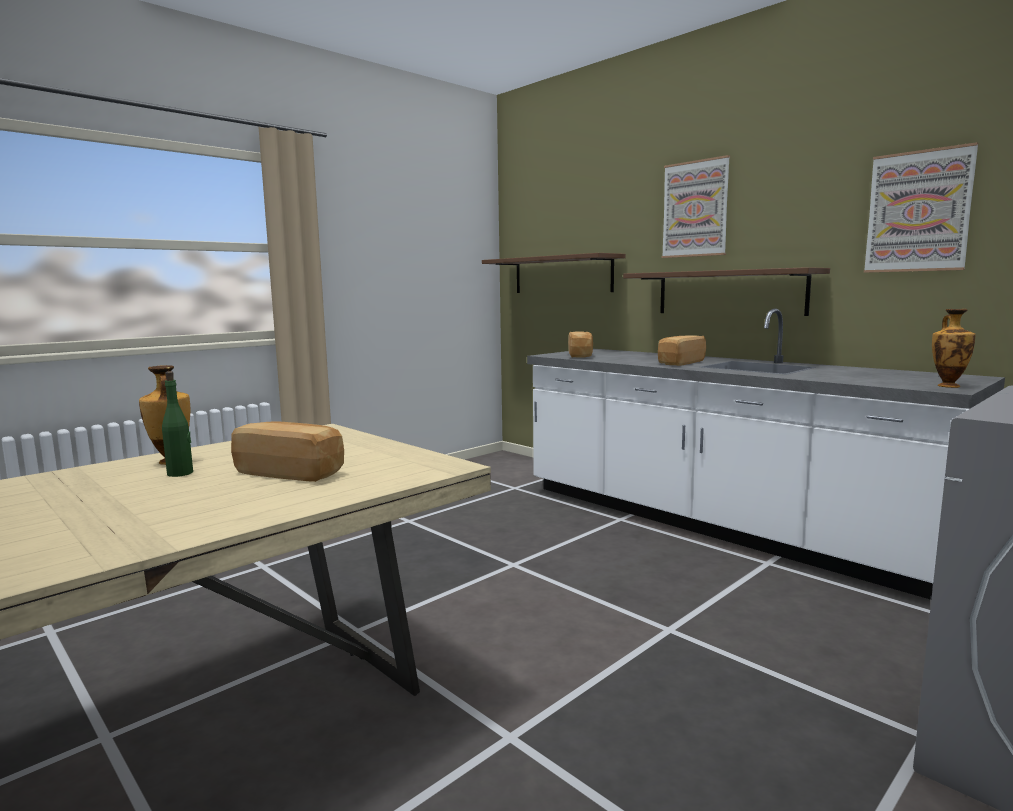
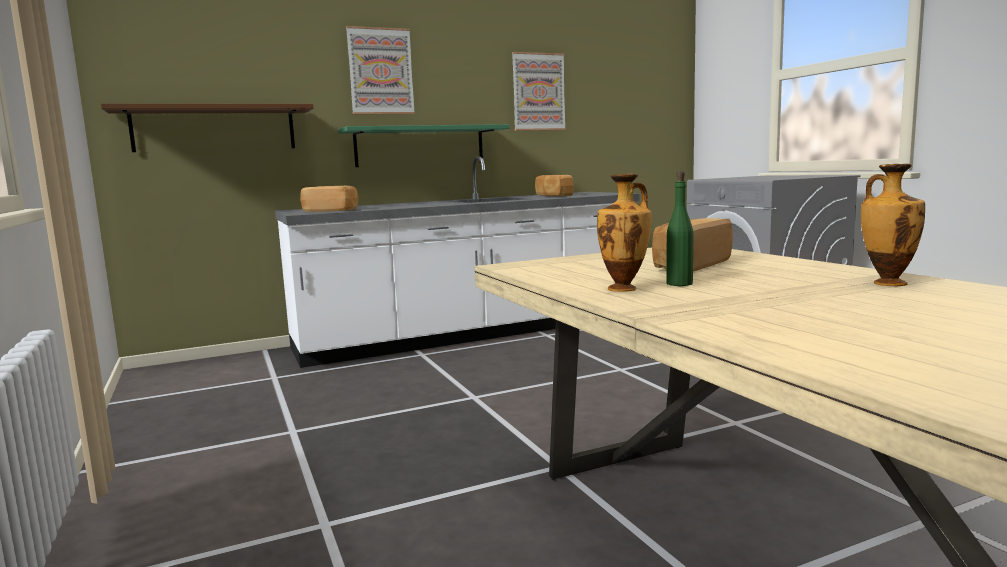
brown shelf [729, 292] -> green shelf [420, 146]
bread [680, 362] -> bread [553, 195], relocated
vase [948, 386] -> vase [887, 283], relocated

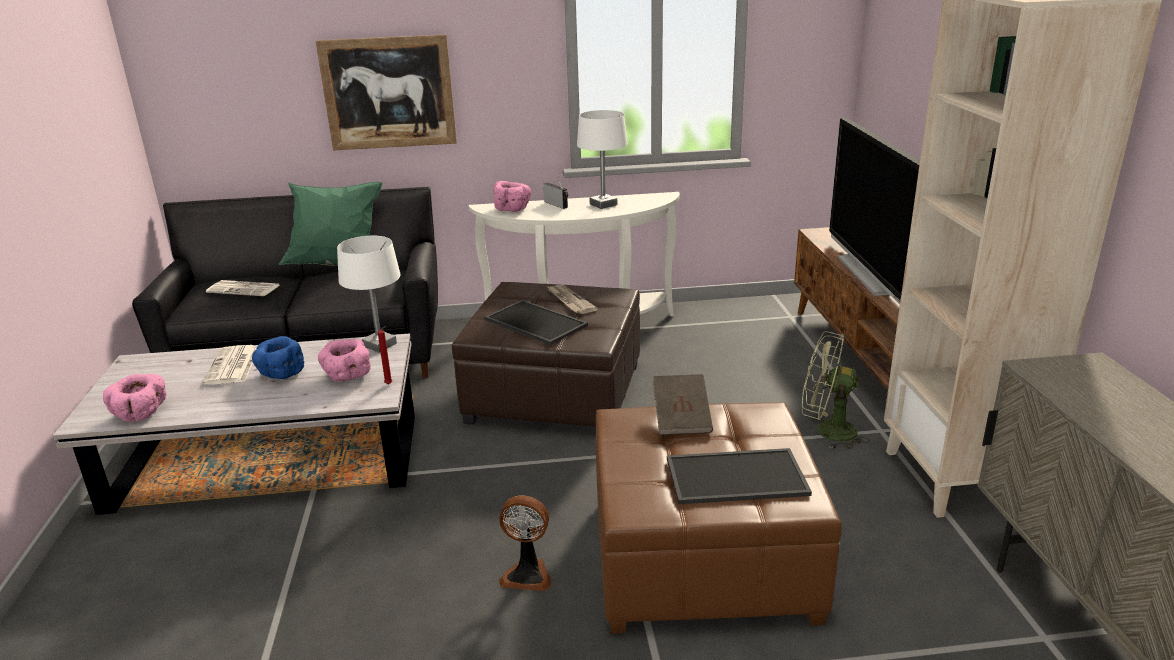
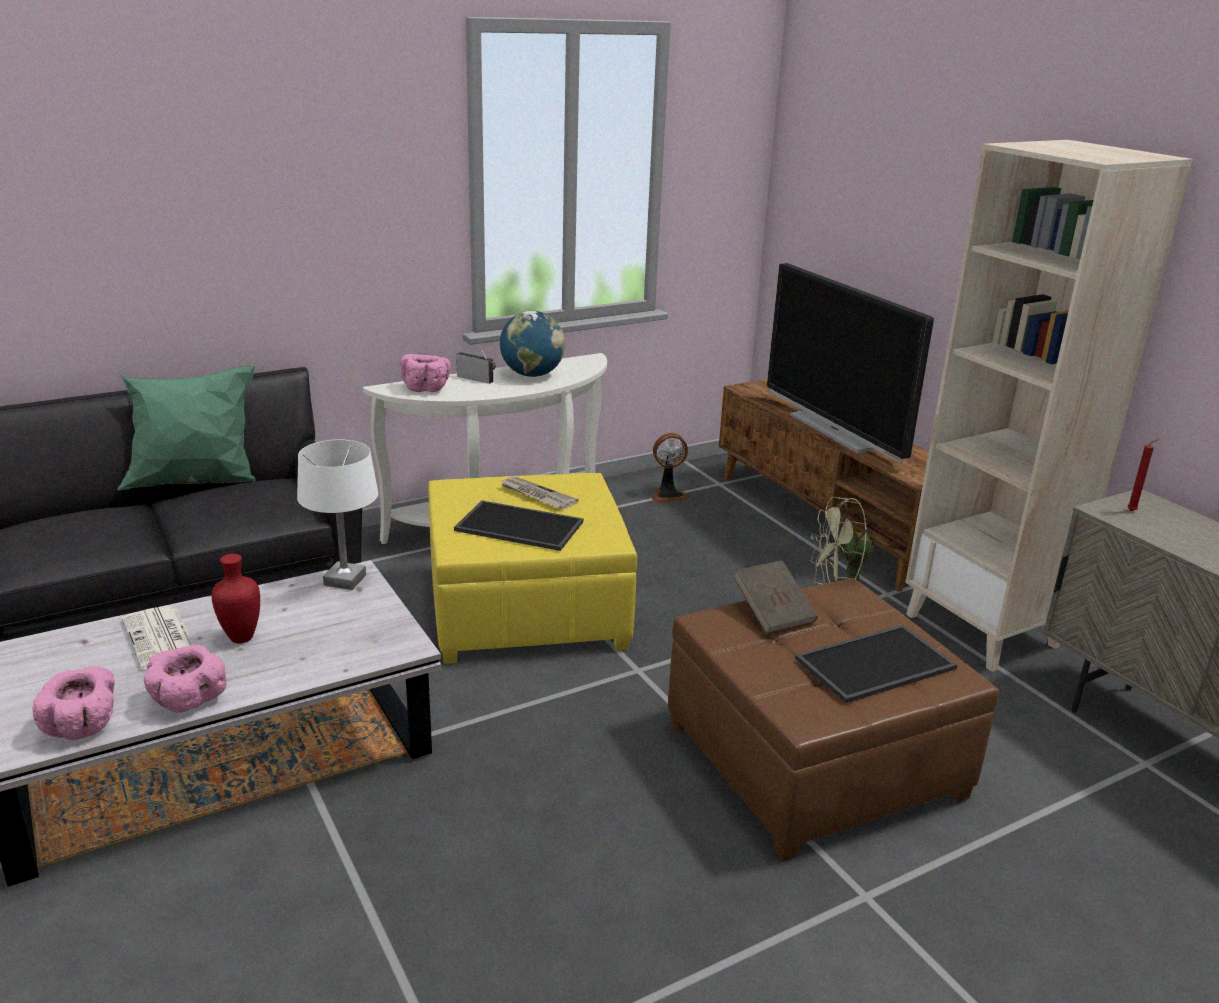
newspaper [245, 289] -> none
blue bowl [281, 374] -> red vase [243, 638]
picture [388, 93] -> none
pink bowl [347, 376] -> pink bowl [188, 701], relocated
red candle [389, 384] -> red candle [1133, 511], relocated
brown ottoman [556, 392] -> yellow ottoman [527, 607]
fan [527, 574] -> fan [668, 495], relocated
white table lamp [603, 204] -> globe [532, 375]

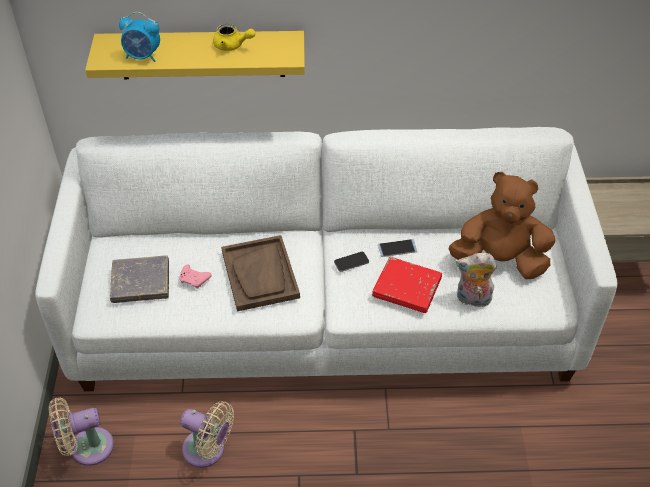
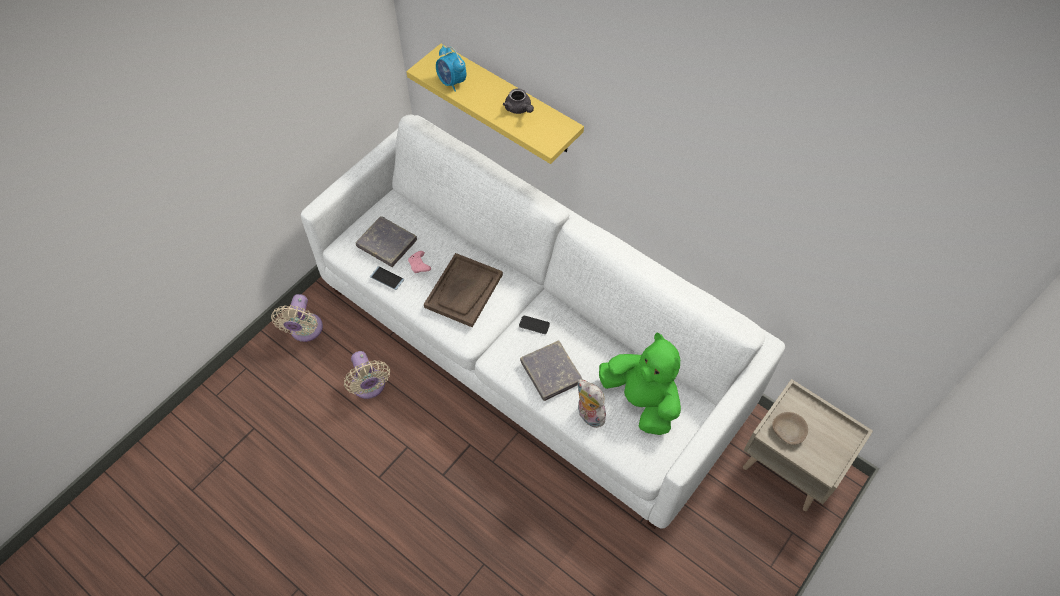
beige fan [87, 448] -> beige fan [305, 331], 105 degrees counterclockwise
yellow teapot [232, 46] -> grey teapot [519, 109]
red book [406, 288] -> grey book [551, 372]
phone [397, 248] -> phone [387, 278], relocated
brown plush toy [499, 260] -> green plush toy [641, 400]
none -> beige bowl [788, 431]

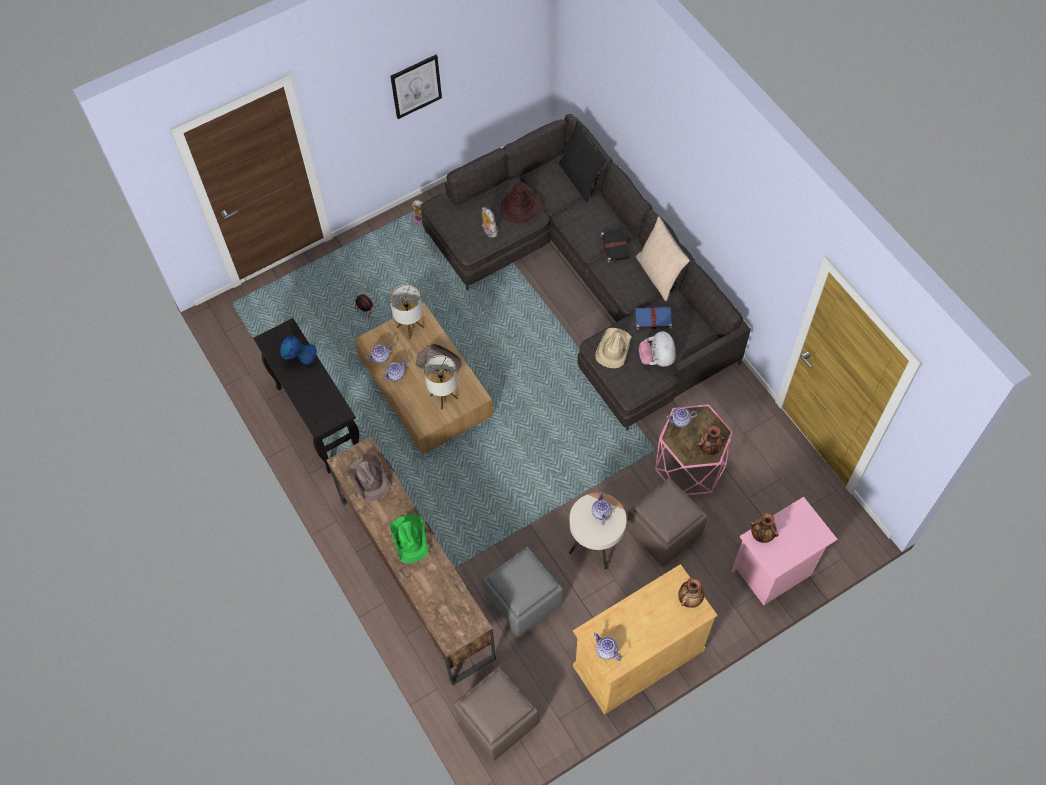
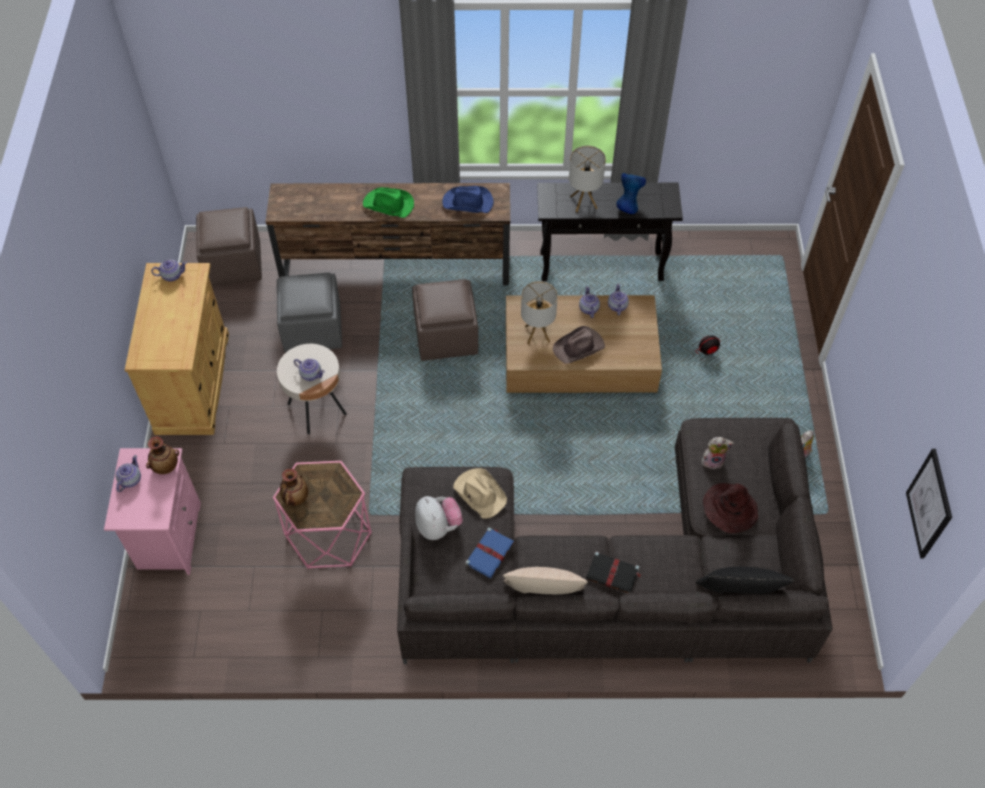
brown hat [369, 478] -> blue hat [468, 203]
table lamp [410, 327] -> table lamp [583, 202], relocated
picture [416, 86] -> picture [929, 504], relocated
brown ottoman [663, 531] -> brown ottoman [446, 335], relocated
plush toy [656, 359] -> plush toy [438, 526], 45 degrees clockwise
teapot [681, 421] -> teapot [130, 480], relocated
vase [689, 598] -> none

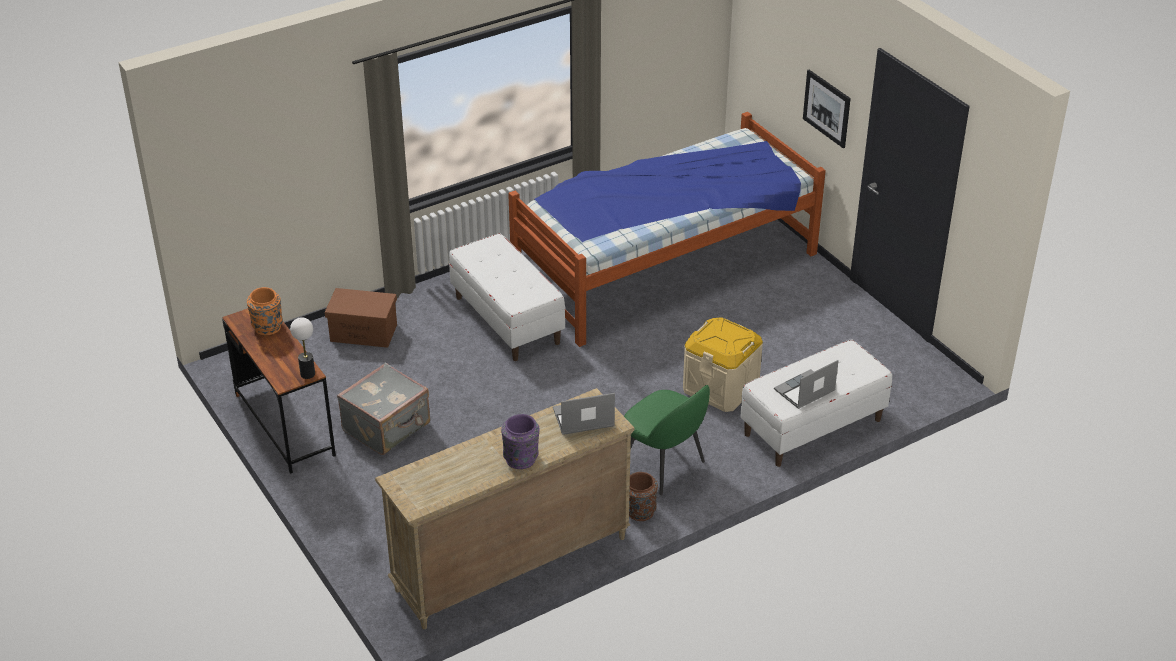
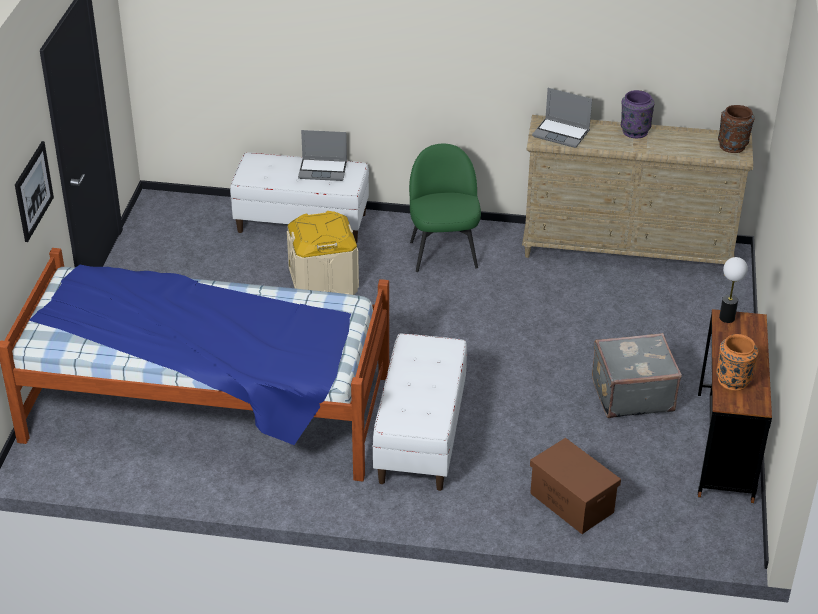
brown vase [639, 512] -> brown vase [733, 146], relocated

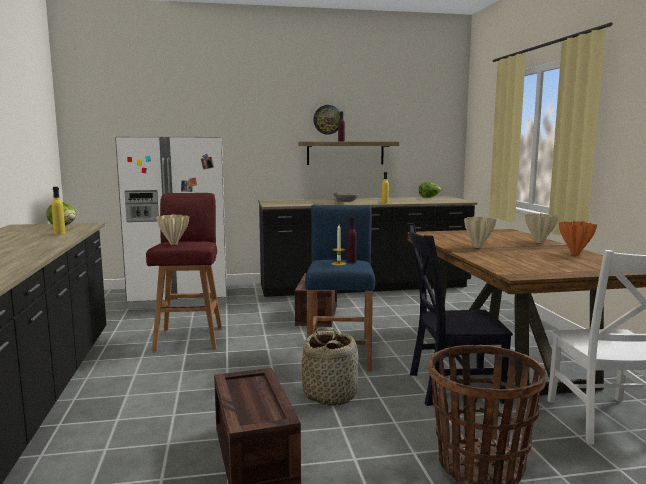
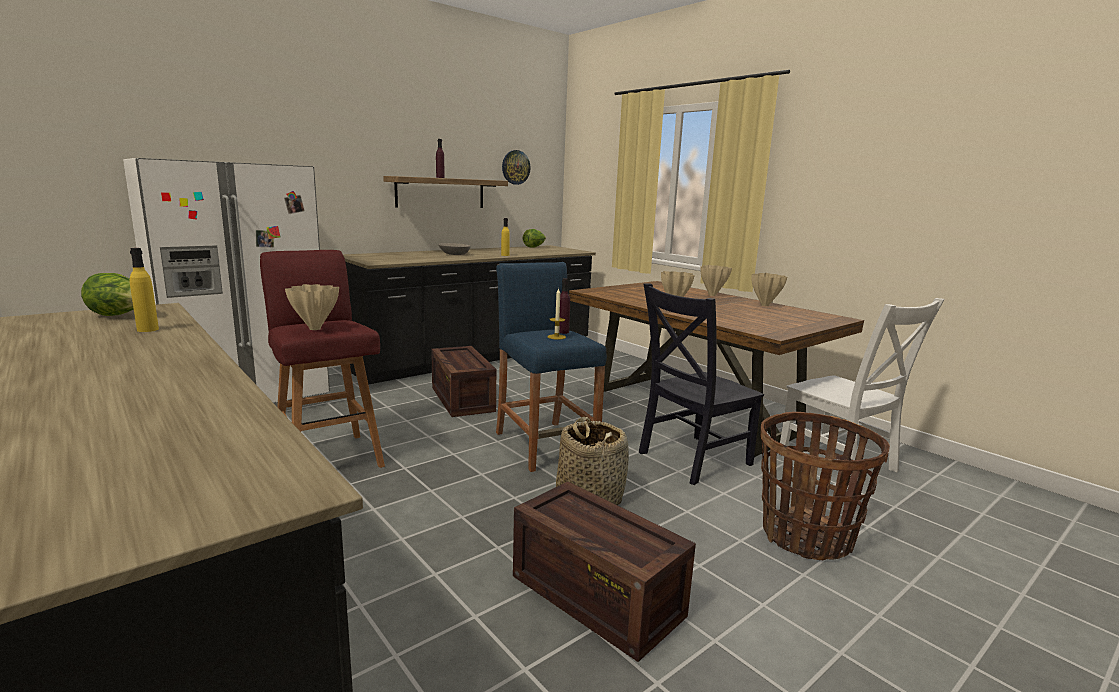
wall clock [327, 119] -> wall clock [515, 167], relocated
orange vase [575, 253] -> beige vase [764, 305]

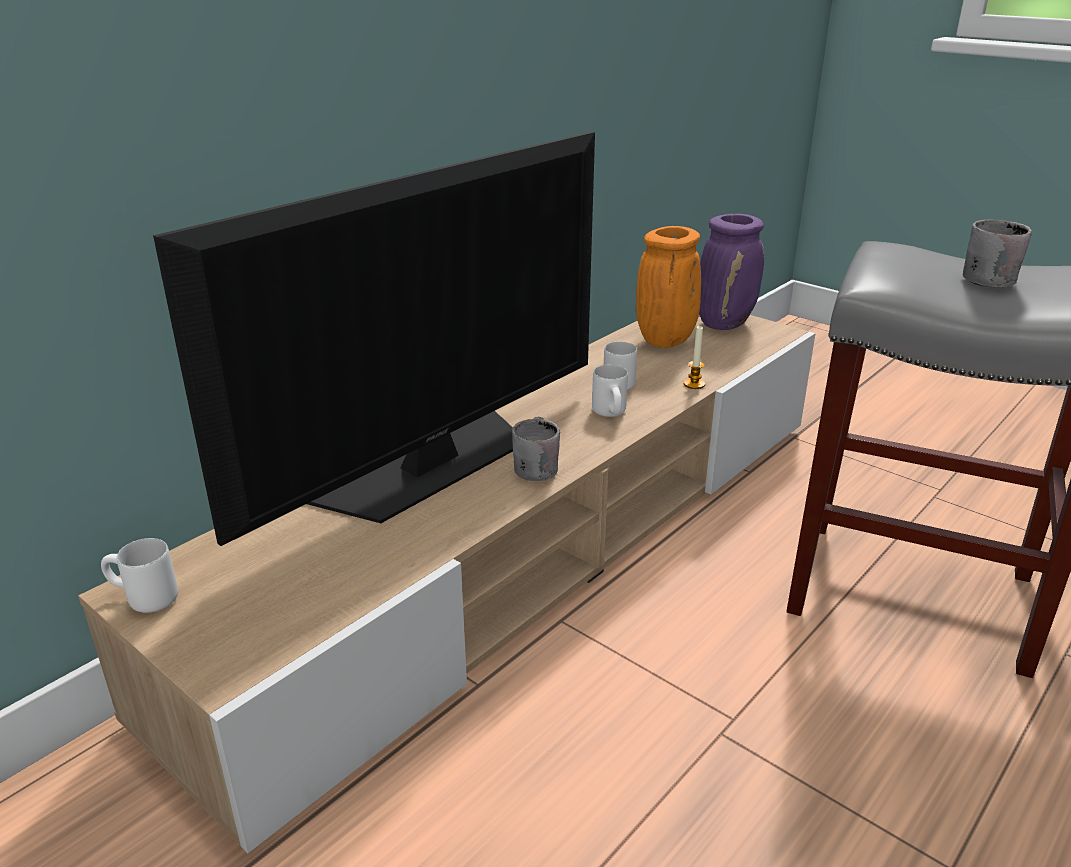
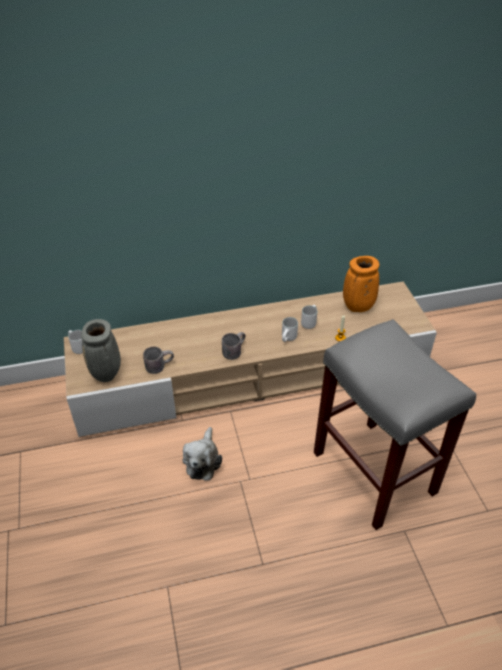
television [430, 465] -> none
purple vase [724, 323] -> none
grey mug [986, 276] -> grey mug [158, 365], relocated
none -> grey vase [107, 374]
none -> plush toy [202, 460]

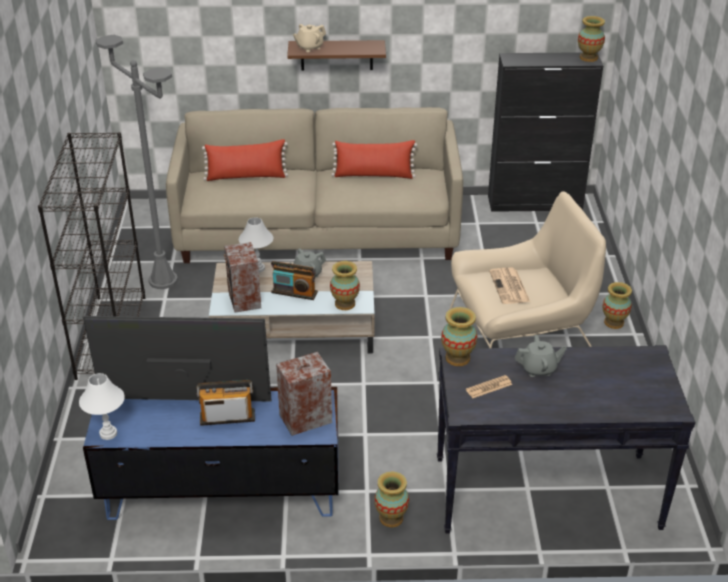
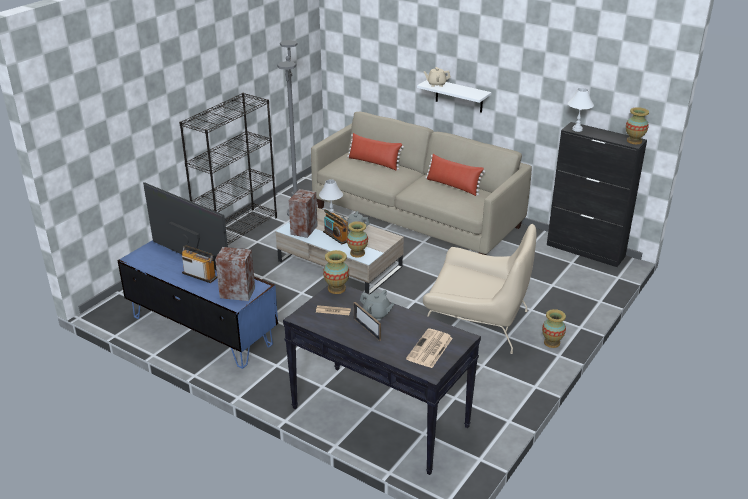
white table lamp [108, 434] -> white table lamp [577, 129], relocated
brown shelf [336, 55] -> white shelf [459, 95]
vase [391, 518] -> none
newspaper [510, 287] -> newspaper [429, 349], relocated
none -> picture frame [367, 329]

